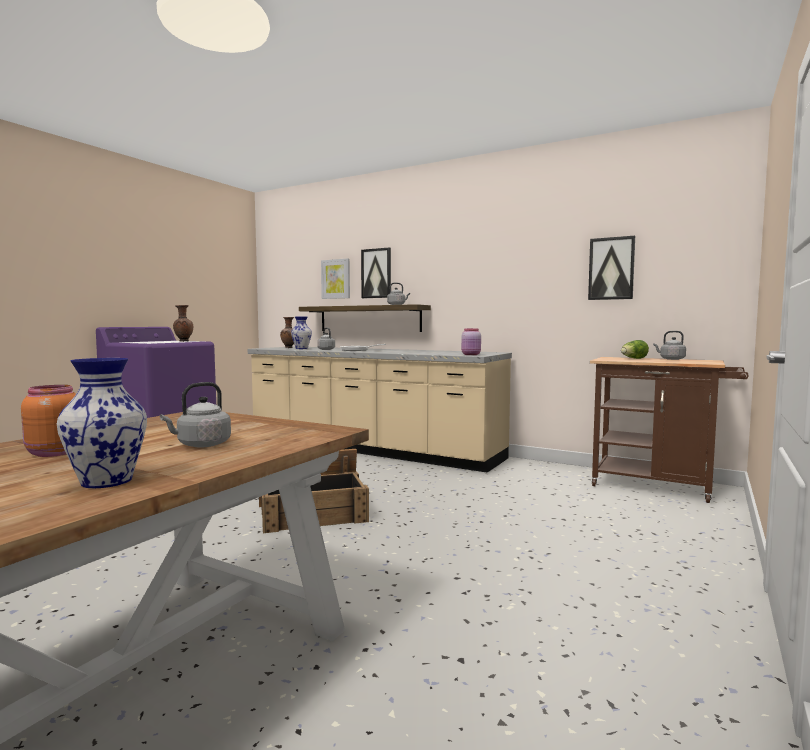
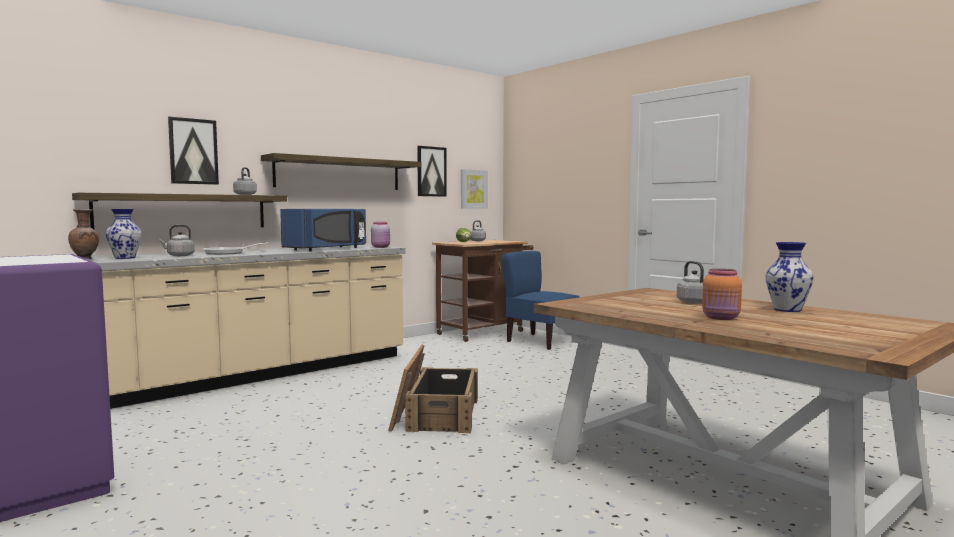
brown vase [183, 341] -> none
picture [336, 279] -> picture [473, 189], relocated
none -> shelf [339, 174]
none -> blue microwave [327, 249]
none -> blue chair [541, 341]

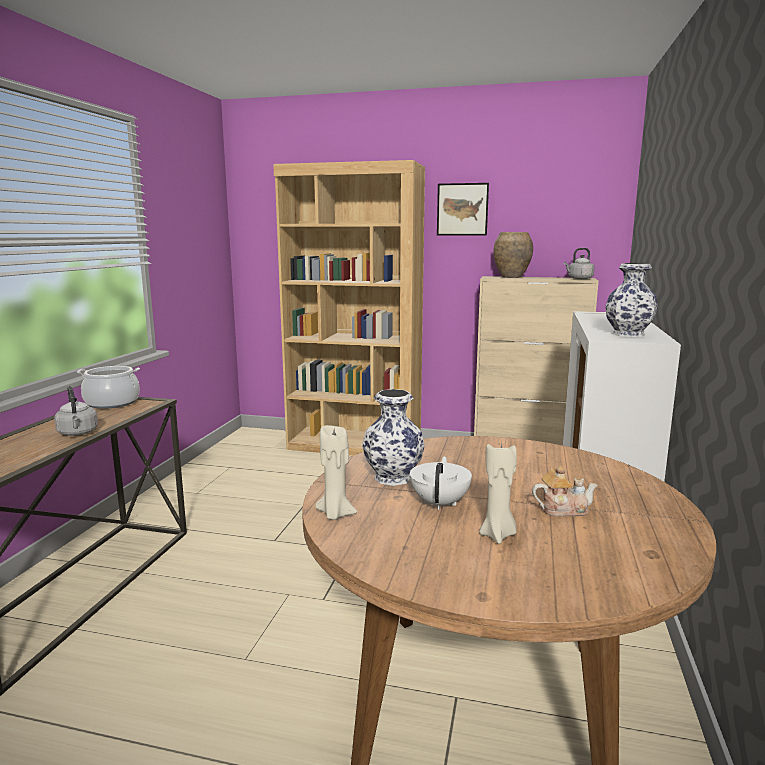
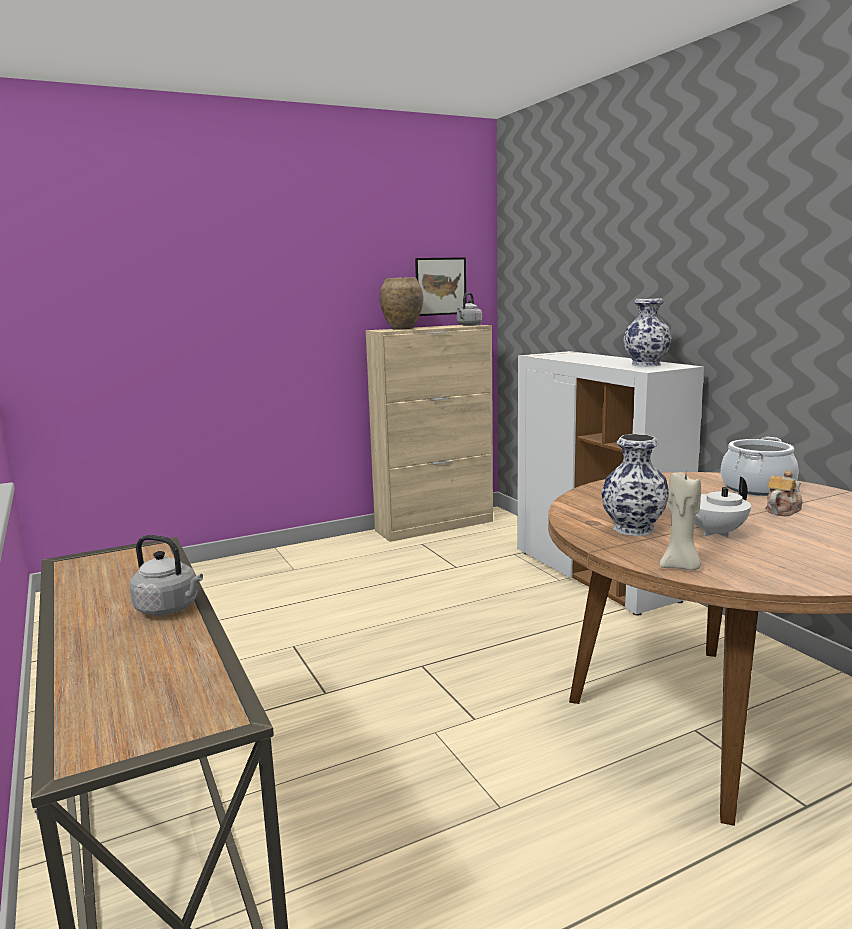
cooking pot [112, 402] -> cooking pot [756, 488], relocated
brown bookcase [354, 446] -> none
white teapot [440, 503] -> white teapot [714, 533], 90 degrees counterclockwise
picture [462, 209] -> picture [440, 286], relocated
beige candle [498, 535] -> none

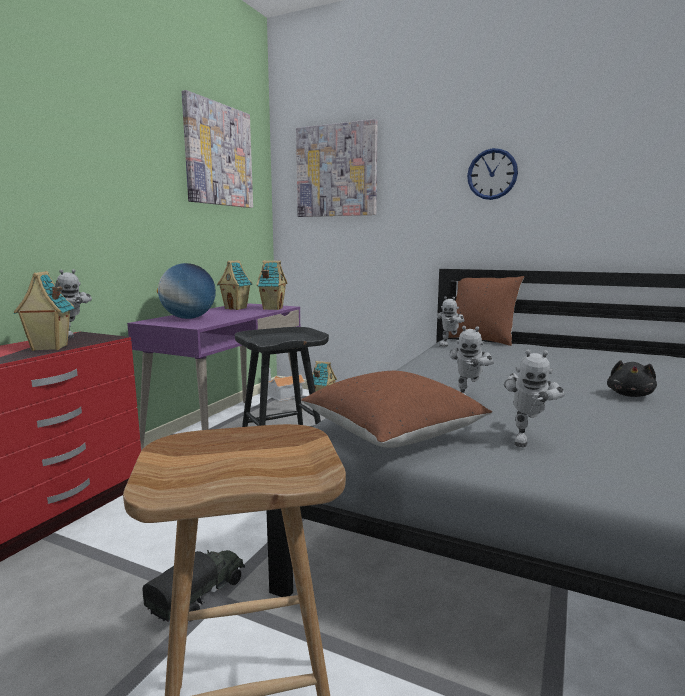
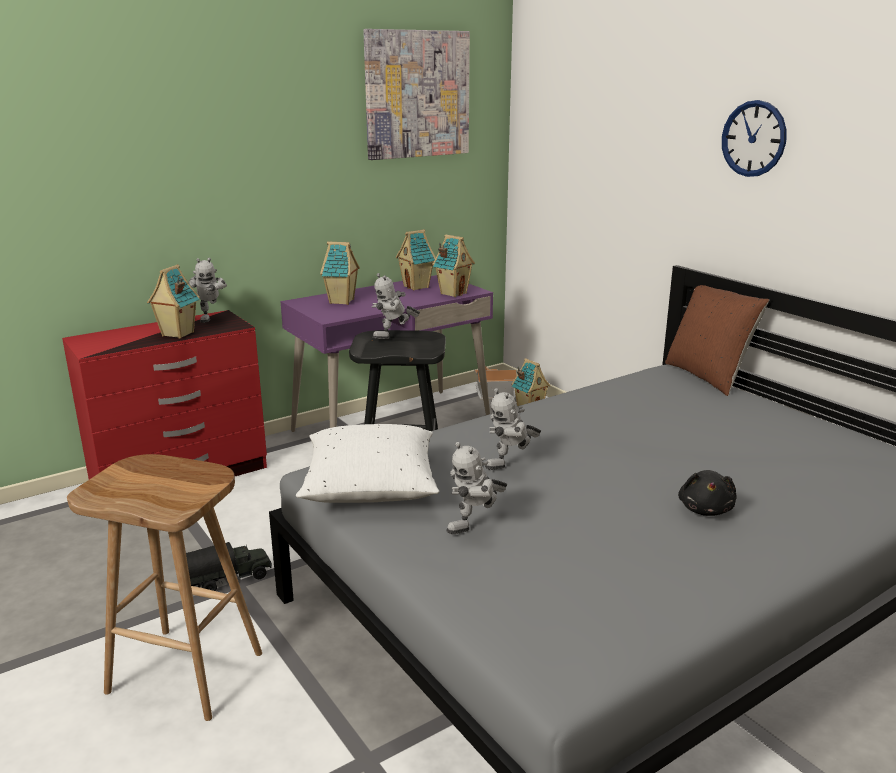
globe [188, 318] -> toy house [342, 301]
picture [336, 171] -> none
brown pillow [392, 434] -> white pillow [370, 488]
toy robot [449, 345] -> toy robot [394, 338], relocated
black plush toy [630, 395] -> black plush toy [705, 509], 45 degrees counterclockwise

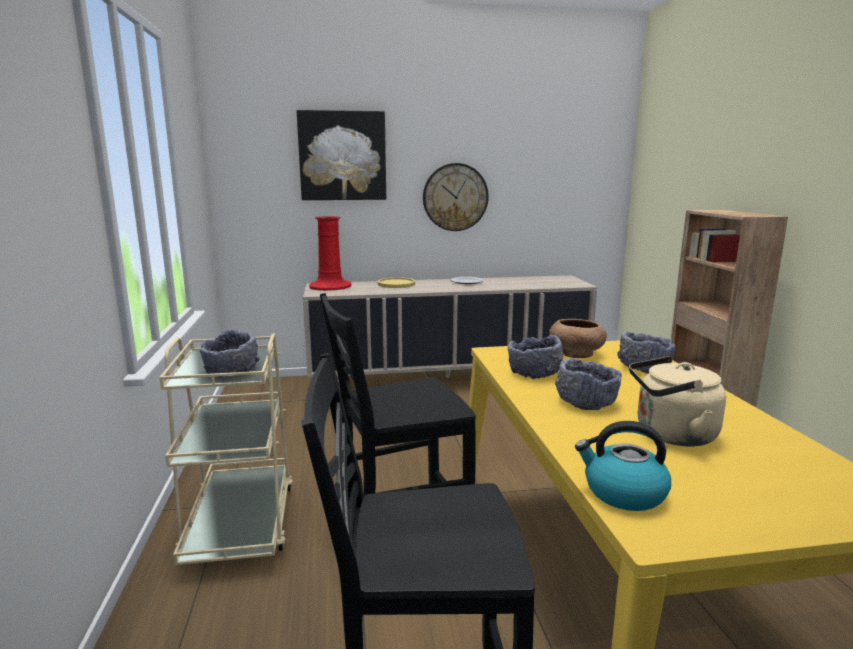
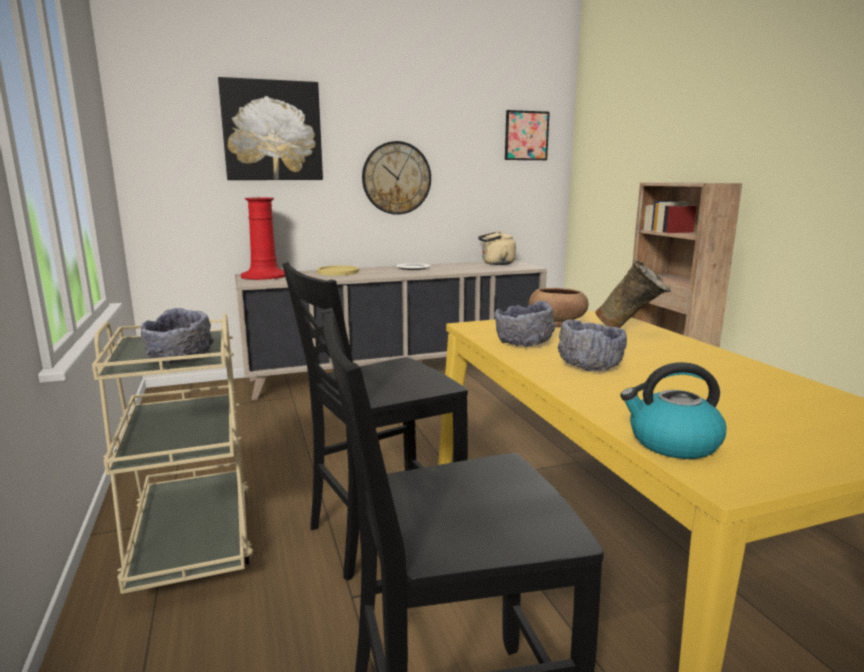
grey bowl [644, 368] -> beige vase [630, 332]
beige kettle [671, 435] -> beige kettle [496, 263], relocated
none -> picture [526, 135]

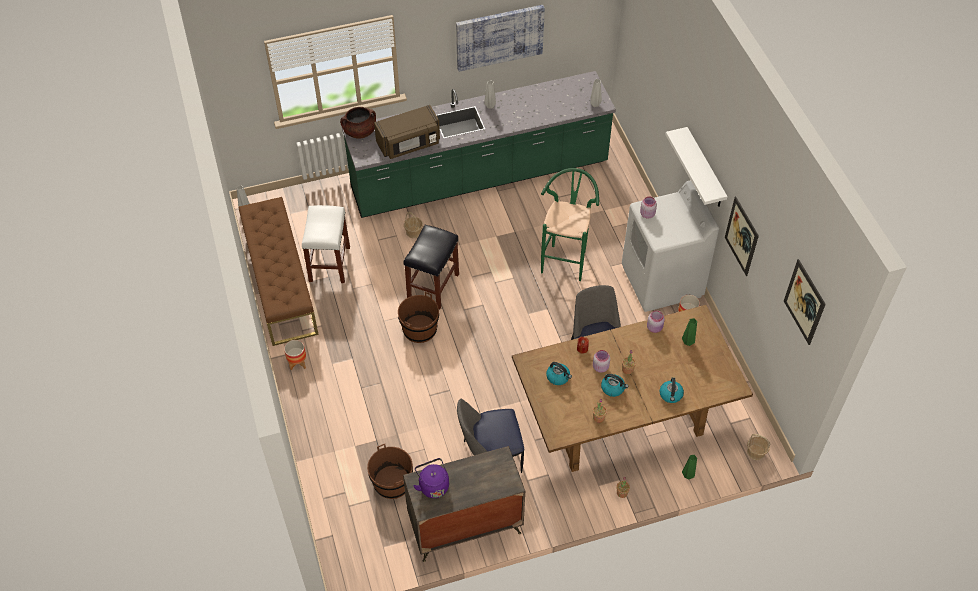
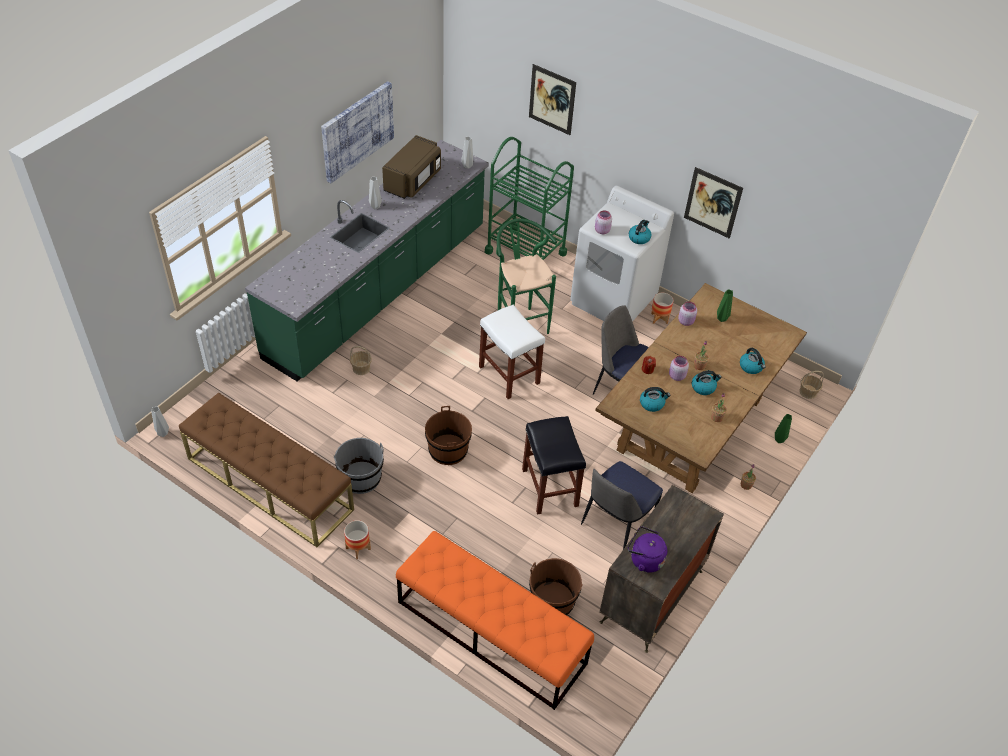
white stool [330, 264] -> white stool [510, 375], relocated
brown cooking pot [360, 132] -> none
brown microwave [409, 144] -> brown microwave [413, 181], relocated
black stool [433, 285] -> black stool [549, 487], relocated
white shelf [705, 169] -> none
picture [804, 302] -> picture [552, 99], relocated
none -> grey bucket [361, 478]
none -> orange bench [490, 632]
none -> green cart [525, 252]
none -> kettle [639, 238]

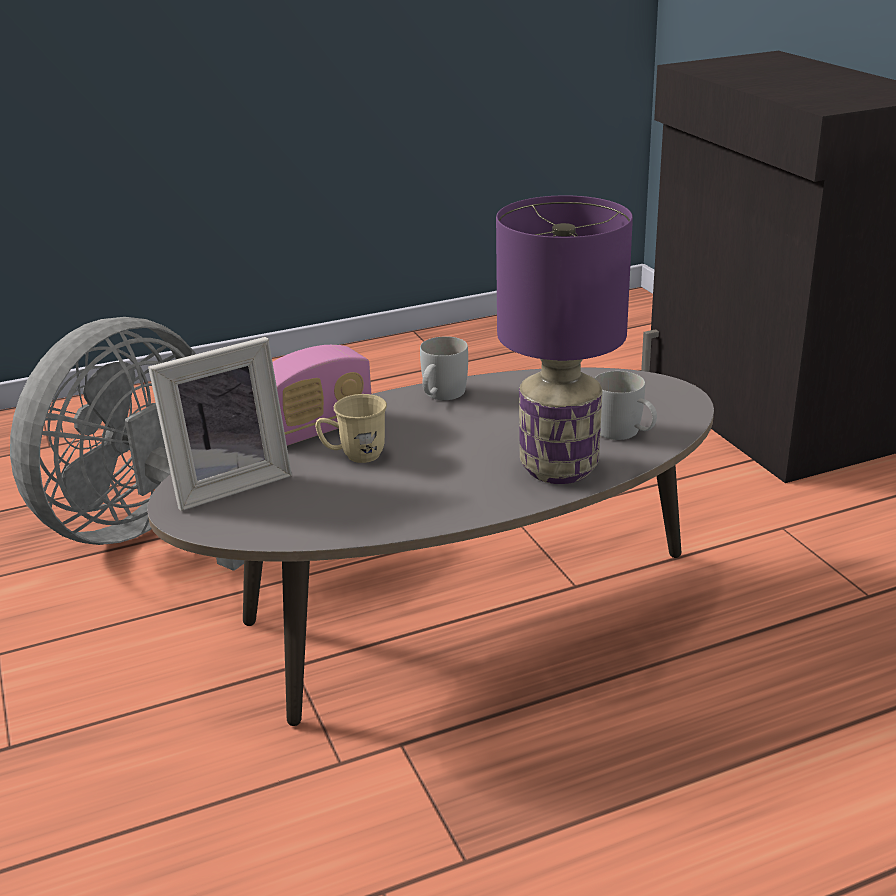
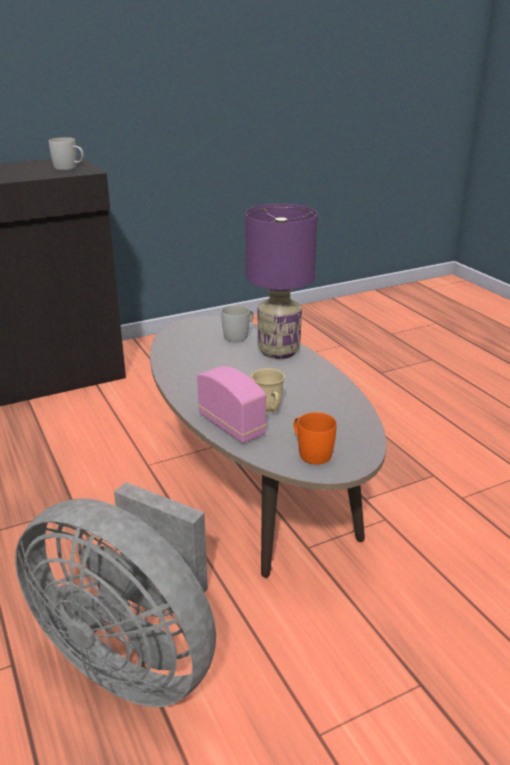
picture frame [227, 483] -> orange mug [310, 452]
white mug [441, 396] -> white mug [69, 168], relocated

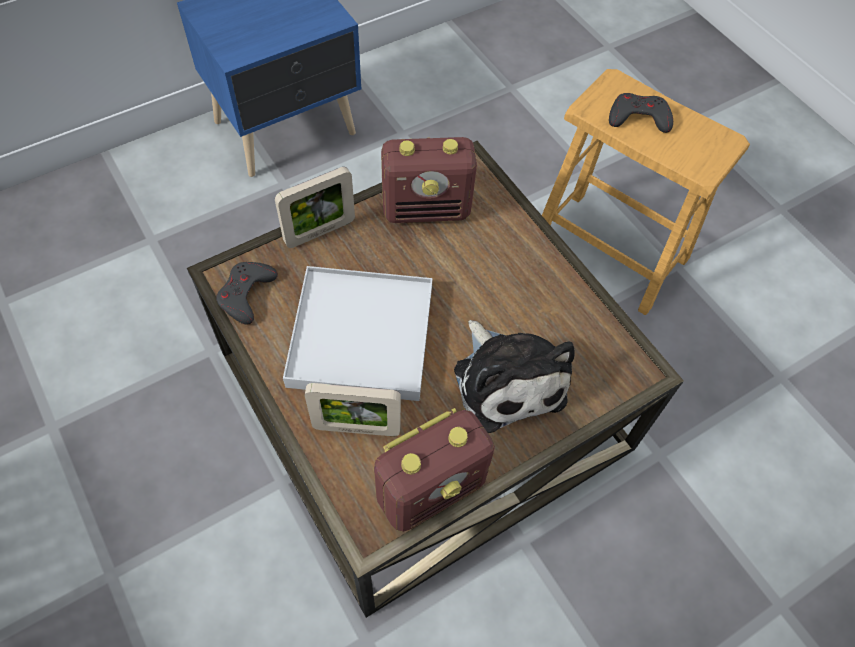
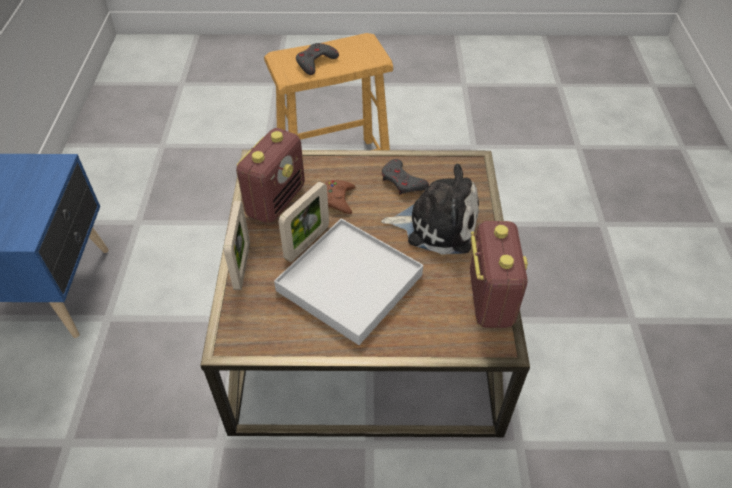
grey game controller [246, 294] -> grey game controller [402, 181], relocated
picture frame [356, 428] -> picture frame [307, 243], relocated
none -> brown game controller [338, 199]

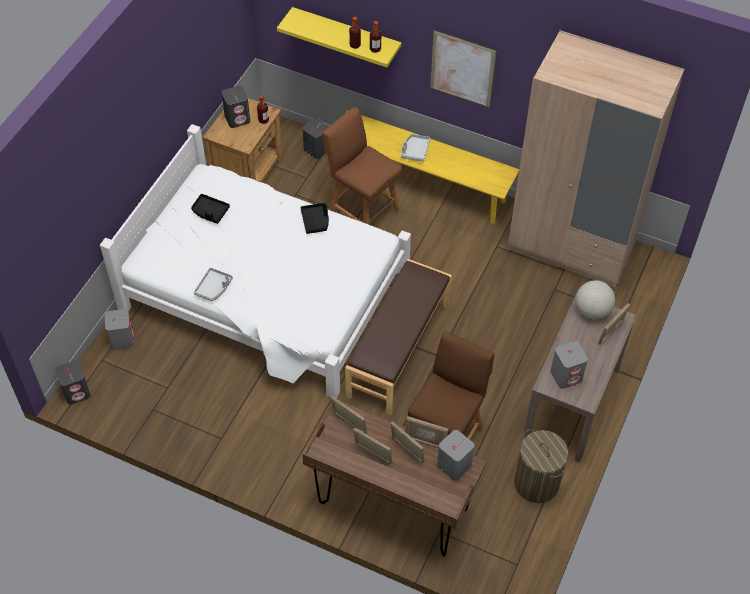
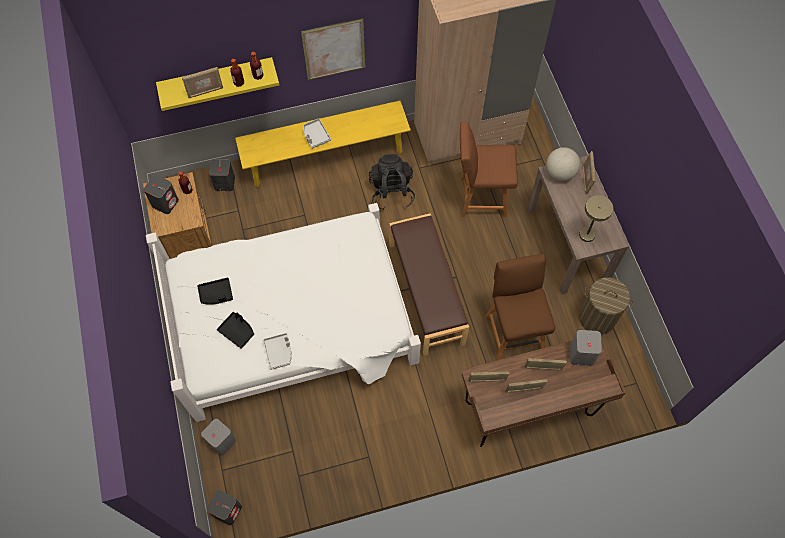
black tray [315, 221] -> black tray [237, 331], relocated
brown chair [362, 211] -> brown chair [480, 197], relocated
picture frame [425, 441] -> picture frame [205, 92], relocated
grey speaker [566, 375] -> beige table lamp [588, 232]
none -> black backpack [391, 192]

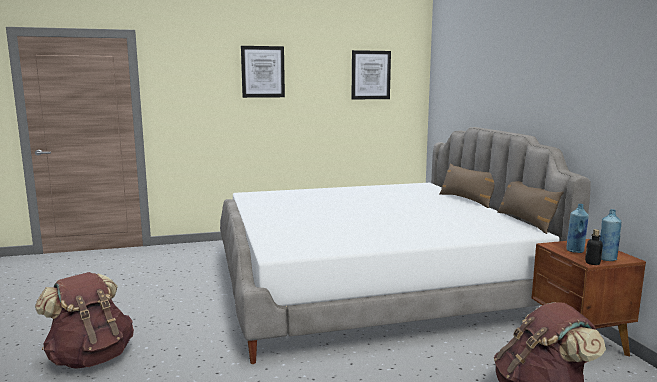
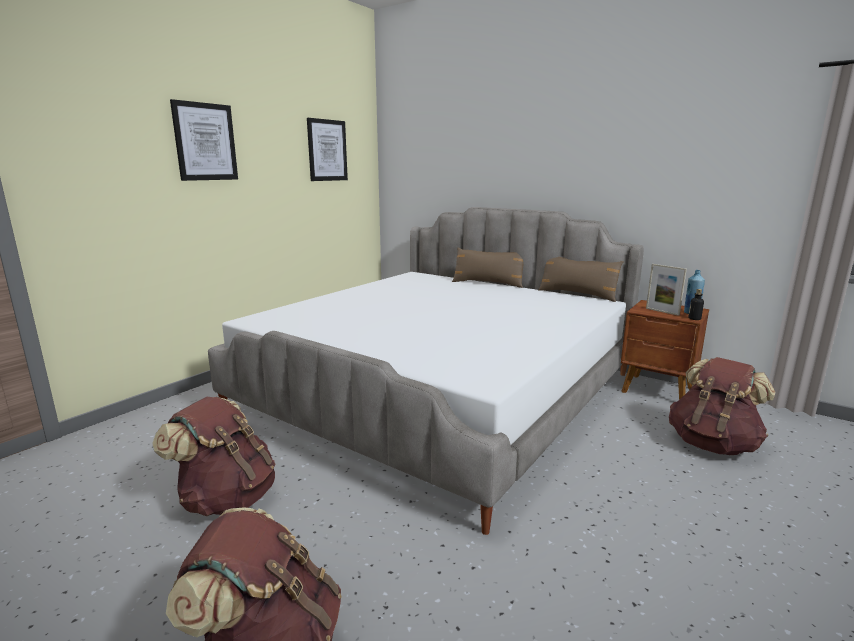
blue bottle [575, 251] -> picture frame [662, 311]
none -> brown backpack [227, 498]

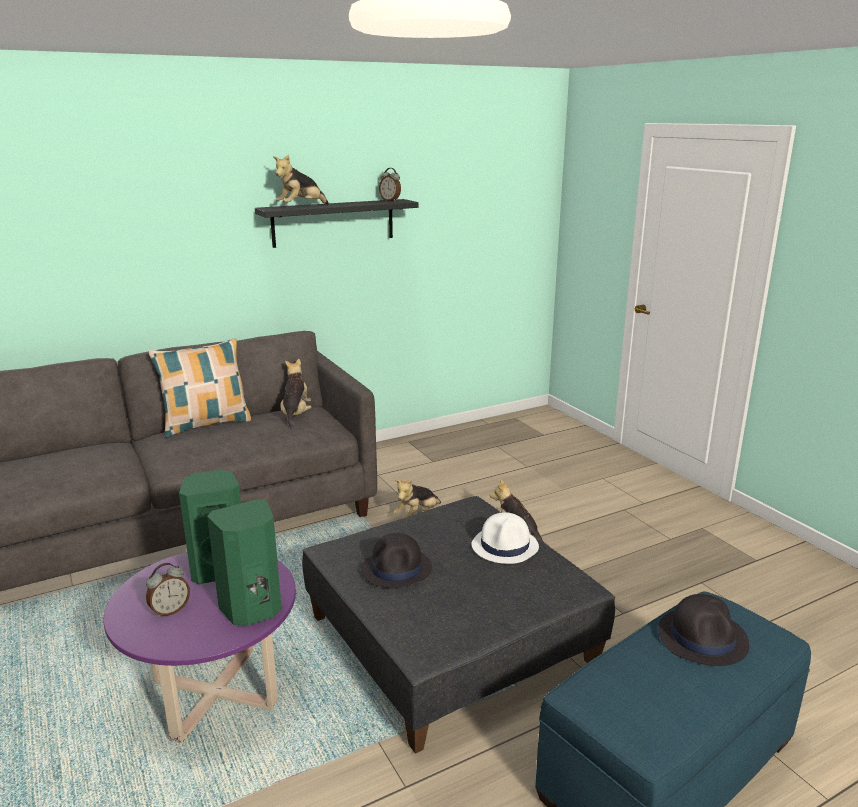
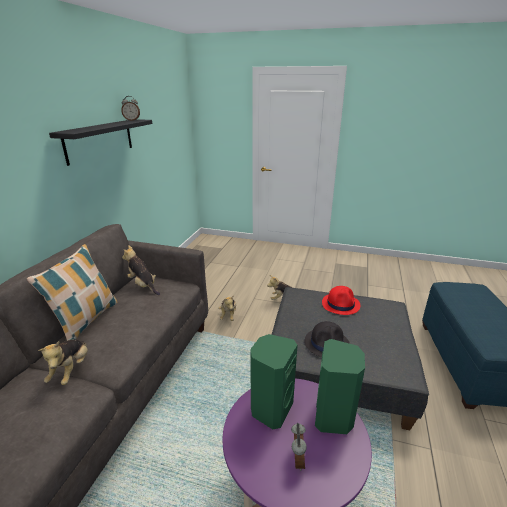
plush toy [301, 207] -> plush toy [71, 370], relocated
white hat [505, 546] -> red hat [341, 304]
black hat [702, 637] -> none

